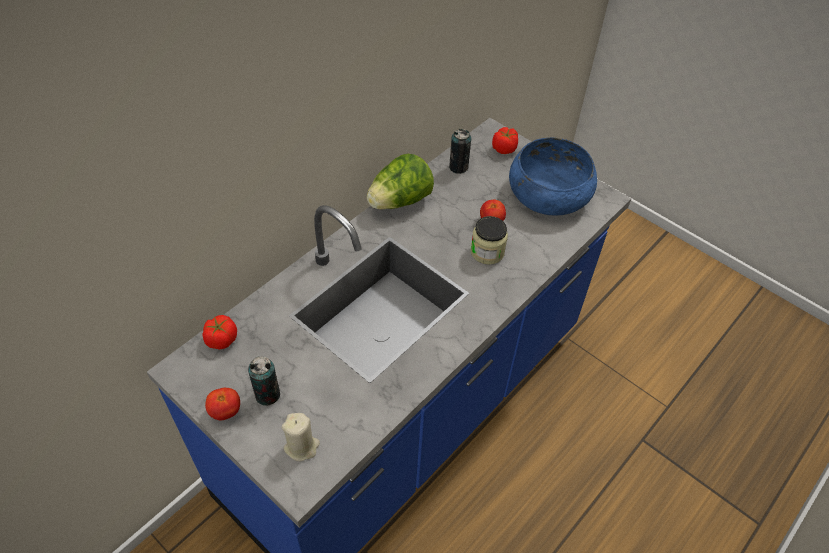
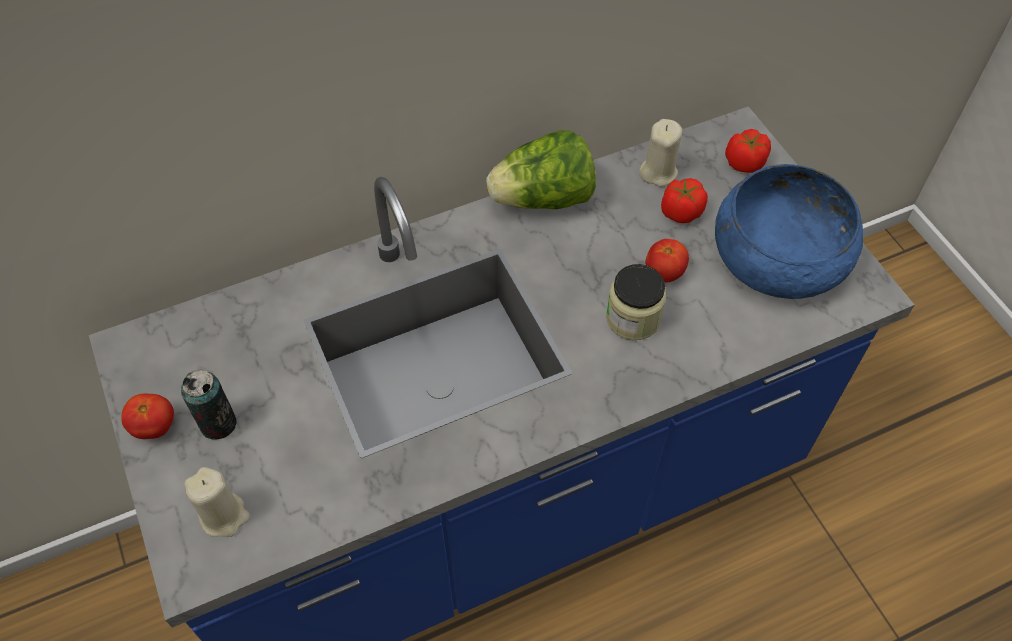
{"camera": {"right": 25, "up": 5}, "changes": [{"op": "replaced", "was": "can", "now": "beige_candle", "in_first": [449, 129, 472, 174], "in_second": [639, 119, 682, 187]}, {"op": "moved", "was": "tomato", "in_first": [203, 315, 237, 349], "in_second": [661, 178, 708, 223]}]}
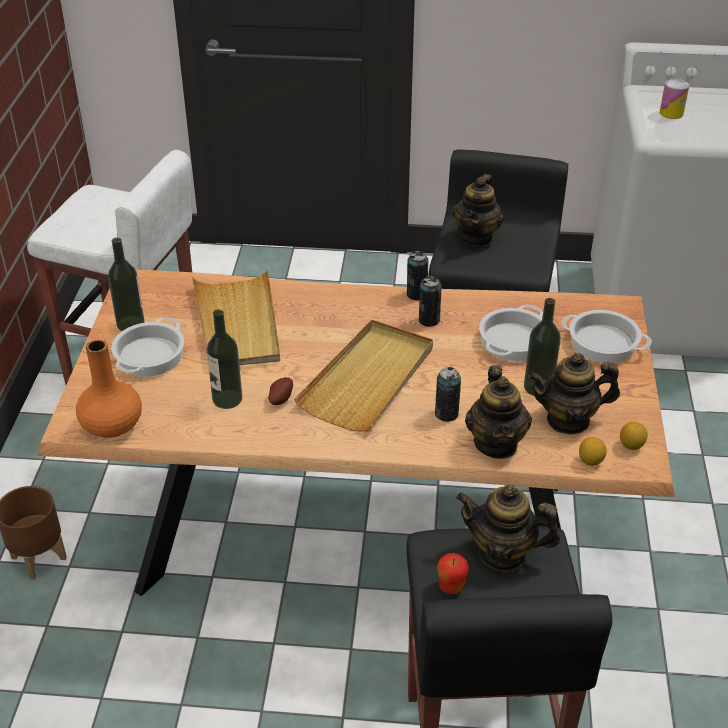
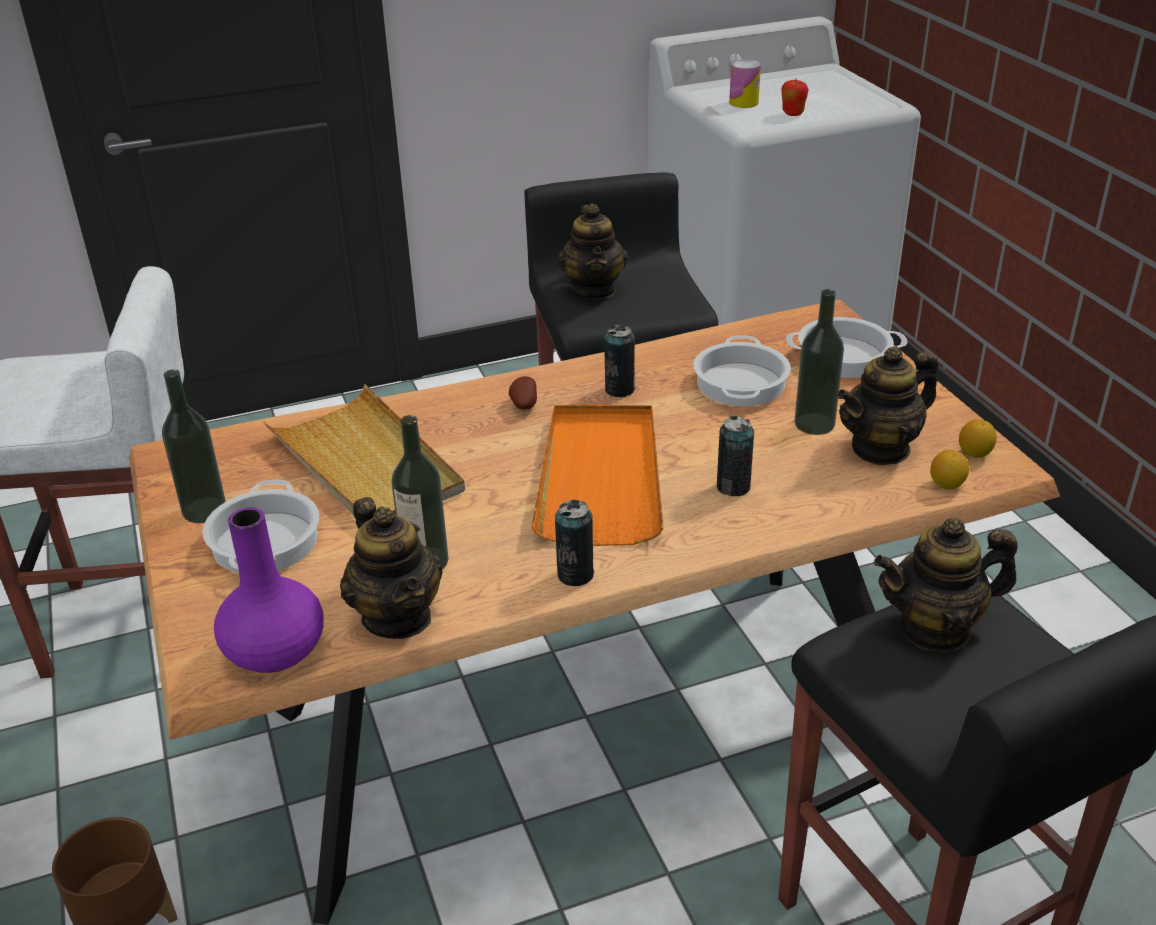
{"camera": {"right": -25, "up": -5}, "changes": [{"op": "moved", "was": "can", "in_first": [407, 251, 429, 301], "in_second": [555, 500, 594, 586]}, {"op": "recoloured", "was": "beige_tray", "now": "orange_tray", "in_first": [294, 320, 433, 432], "in_second": [531, 405, 663, 546]}, {"op": "recoloured", "was": "orange_vase", "now": "purple_vase", "in_first": [76, 339, 142, 438], "in_second": [214, 508, 324, 673]}, {"op": "moved", "was": "teapot", "in_first": [465, 365, 532, 459], "in_second": [340, 497, 443, 639]}, {"op": "moved", "was": "potato", "in_first": [268, 377, 293, 405], "in_second": [509, 376, 537, 410]}, {"op": "moved", "was": "apple", "in_first": [437, 553, 469, 594], "in_second": [782, 78, 808, 116]}]}
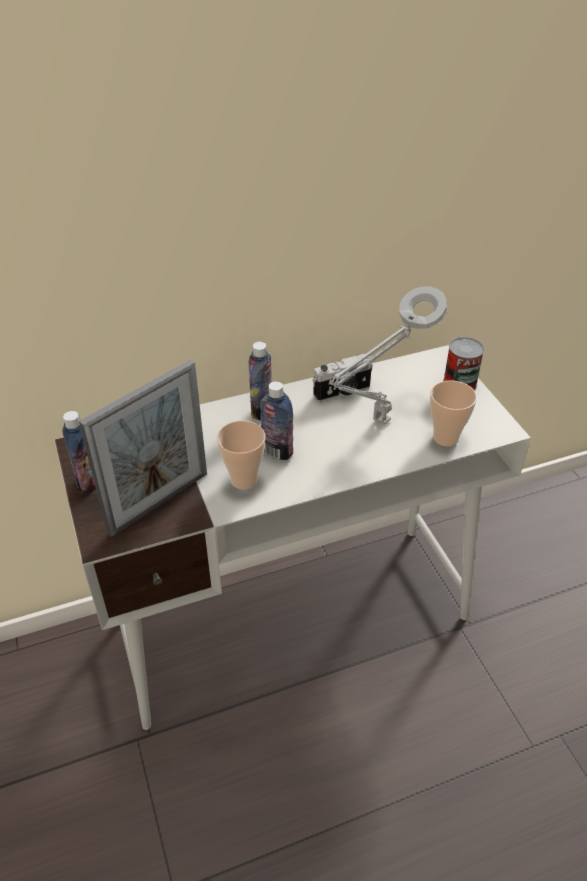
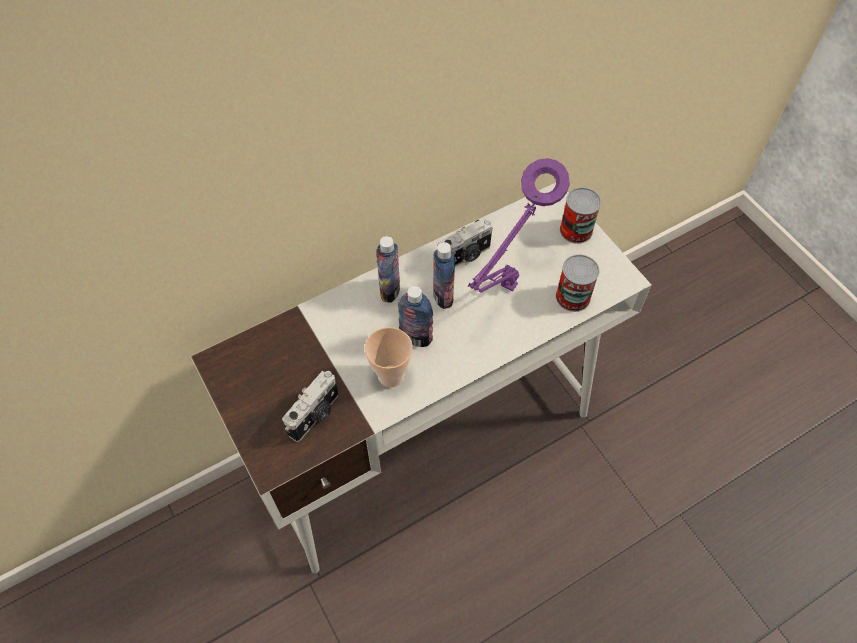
{"camera": {"right": -10, "up": 15}, "changes": [{"op": "recoloured", "was": "grey_table_lamp", "now": "purple_table_lamp", "in_first": [329, 286, 447, 425], "in_second": [468, 158, 570, 293]}, {"op": "replaced", "was": "picture_frame", "now": "photo_camera", "in_first": [79, 360, 207, 537], "in_second": [282, 371, 338, 442]}, {"op": "replaced", "was": "cup", "now": "can", "in_first": [430, 380, 477, 446], "in_second": [556, 254, 599, 312]}, {"op": "moved", "was": "bottle", "in_first": [62, 411, 96, 494], "in_second": [433, 242, 455, 309]}]}
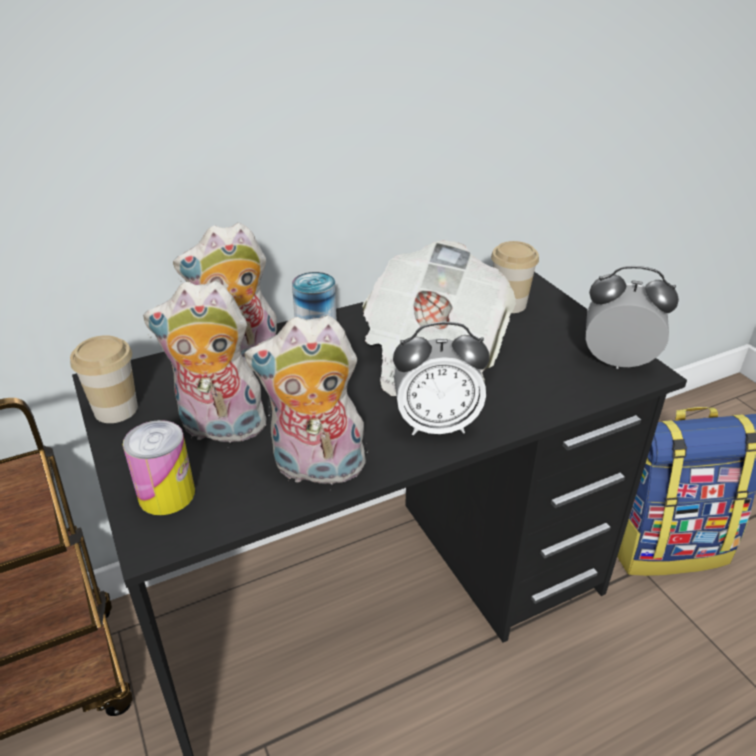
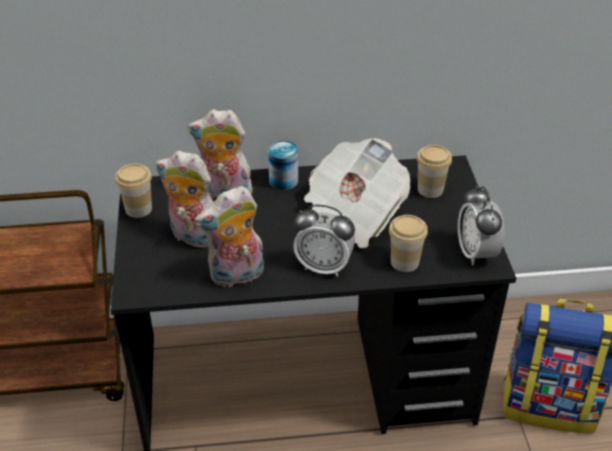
{"camera": {"right": 20, "up": 5}, "changes": [{"op": "turned", "was": "alarm_clock", "in_first": [585, 266, 679, 369], "in_second": [458, 186, 504, 266], "clockwise": -135}, {"op": "turned", "was": "plush_toy", "in_first": [245, 315, 371, 485], "in_second": [194, 186, 264, 287], "clockwise": -45}, {"op": "removed", "was": "can", "in_first": [123, 420, 195, 515]}, {"op": "added", "now": "cup", "in_second": [389, 215, 428, 272]}]}
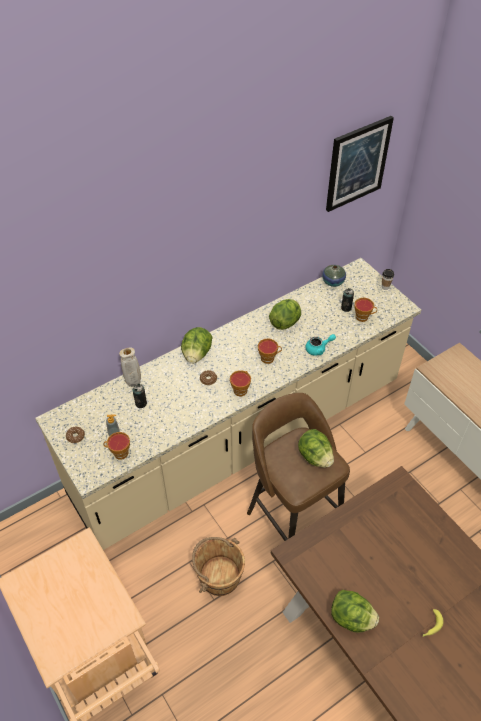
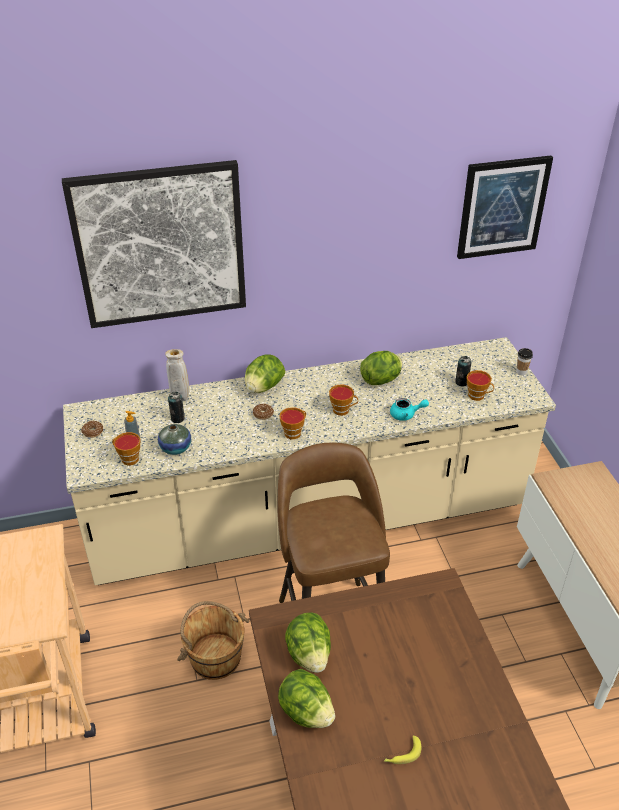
{"camera": {"right": 20, "up": -10}, "changes": [{"op": "moved", "was": "vase", "in_first": [322, 265, 346, 287], "in_second": [158, 424, 191, 455]}, {"op": "moved", "was": "lettuce", "in_first": [298, 429, 334, 468], "in_second": [285, 612, 331, 673]}, {"op": "added", "now": "picture", "in_second": [62, 160, 246, 328]}]}
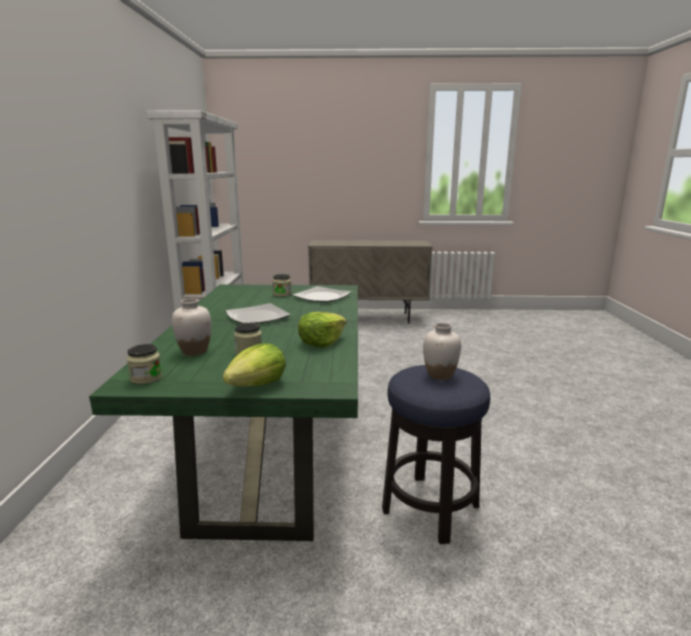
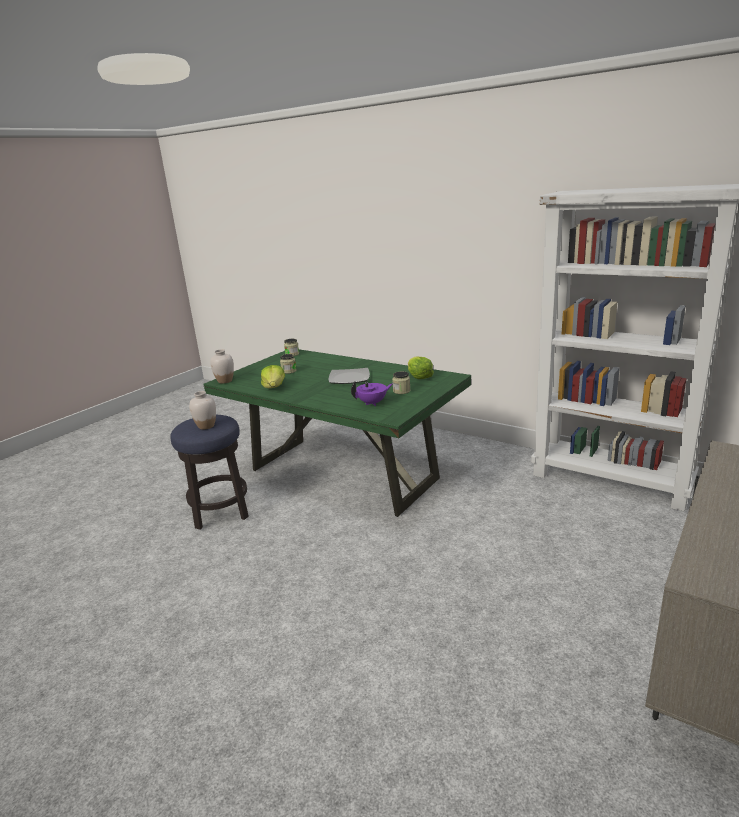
{"camera": {"right": 125, "up": 5}, "changes": [{"op": "replaced", "was": "plate", "now": "purple_teapot", "in_first": [292, 286, 351, 302], "in_second": [351, 381, 393, 406]}, {"op": "moved", "was": "white_vase", "in_first": [172, 298, 212, 356], "in_second": [210, 349, 234, 384]}, {"op": "moved", "was": "lettuce", "in_first": [223, 343, 286, 387], "in_second": [408, 357, 434, 379]}]}
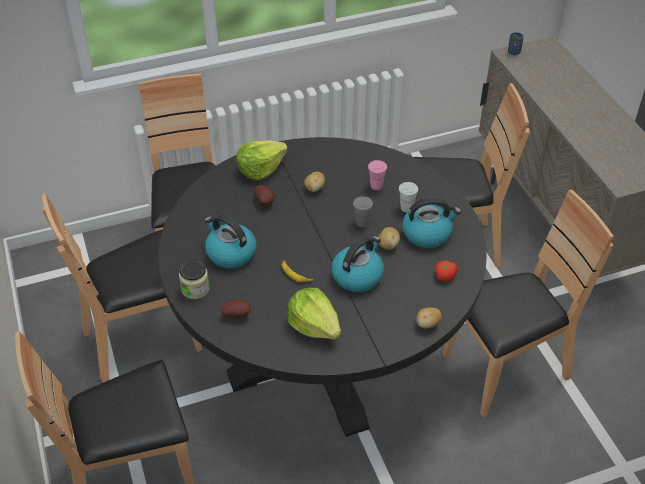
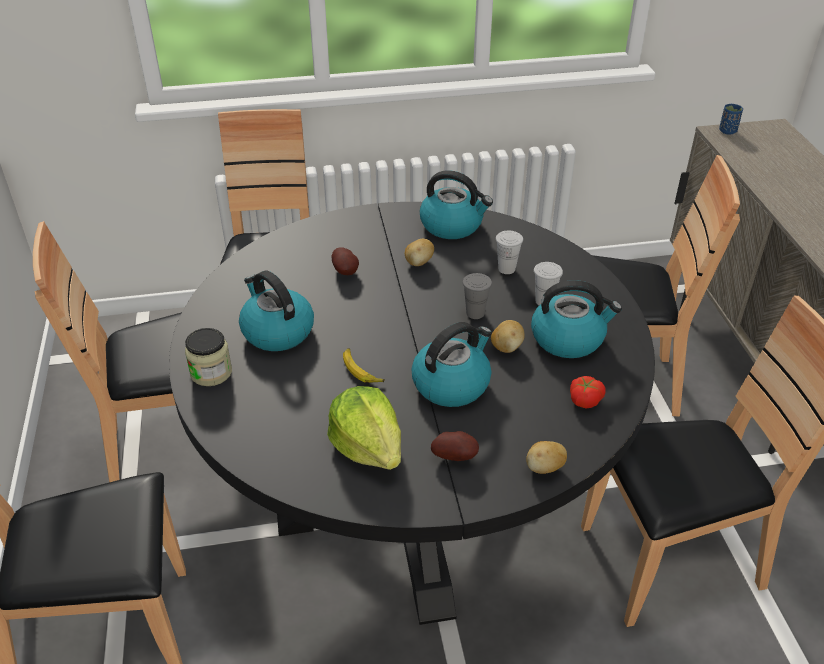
{"camera": {"right": 10, "up": -5}, "changes": [{"op": "removed", "was": "lettuce", "in_first": [236, 140, 288, 181]}, {"op": "recoloured", "was": "pink_cup", "now": "white_cup", "in_first": [368, 160, 387, 190], "in_second": [496, 231, 523, 274]}, {"op": "moved", "was": "potato", "in_first": [221, 299, 251, 318], "in_second": [431, 431, 479, 461]}, {"op": "added", "now": "kettle", "in_second": [420, 170, 493, 239]}]}
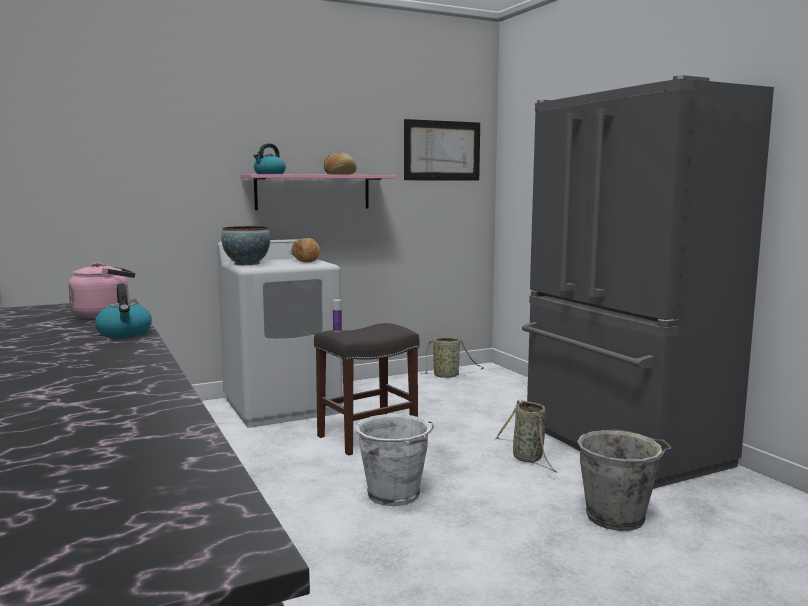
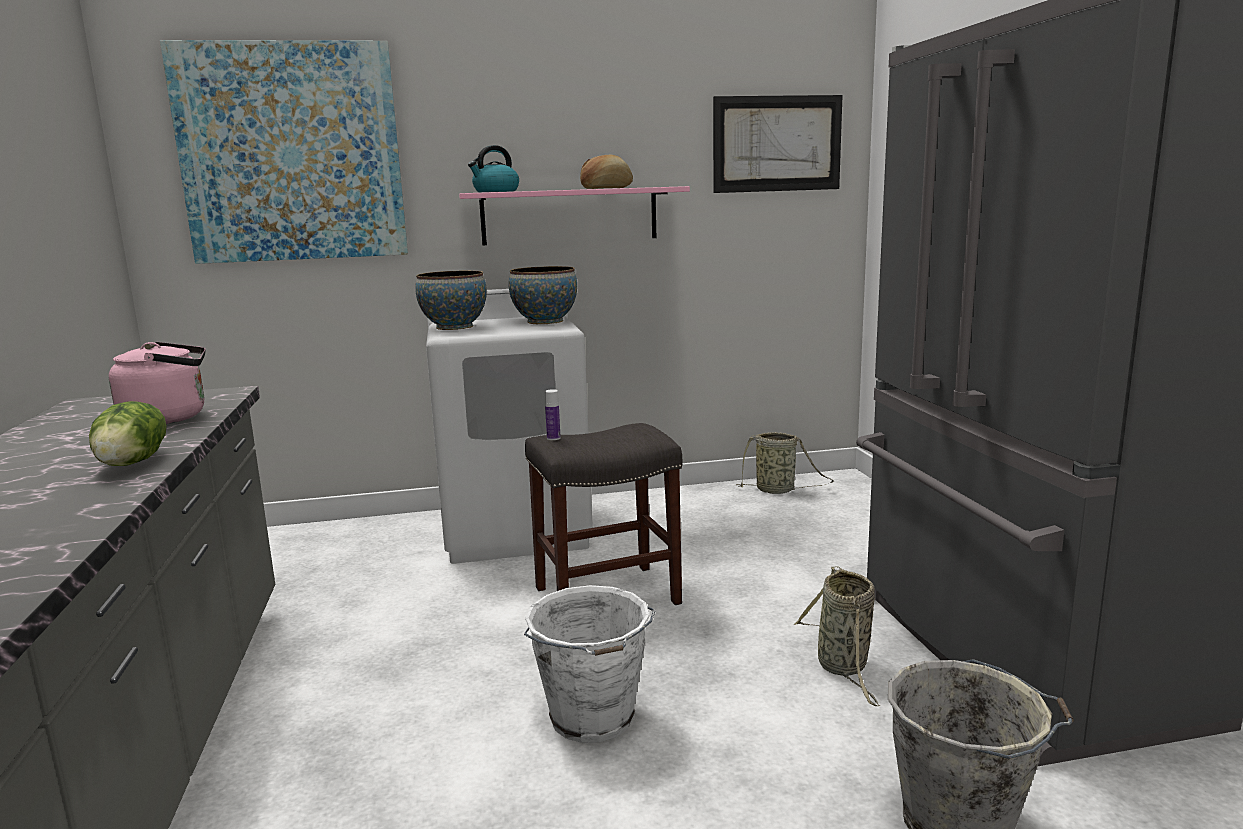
{"camera": {"right": 15, "up": 5}, "changes": [{"op": "replaced", "was": "bread", "now": "bowl", "in_first": [291, 238, 320, 263], "in_second": [509, 266, 577, 324]}, {"op": "replaced", "was": "kettle", "now": "lettuce", "in_first": [95, 284, 152, 338], "in_second": [89, 401, 167, 466]}, {"op": "added", "now": "picture", "in_second": [160, 40, 408, 264]}]}
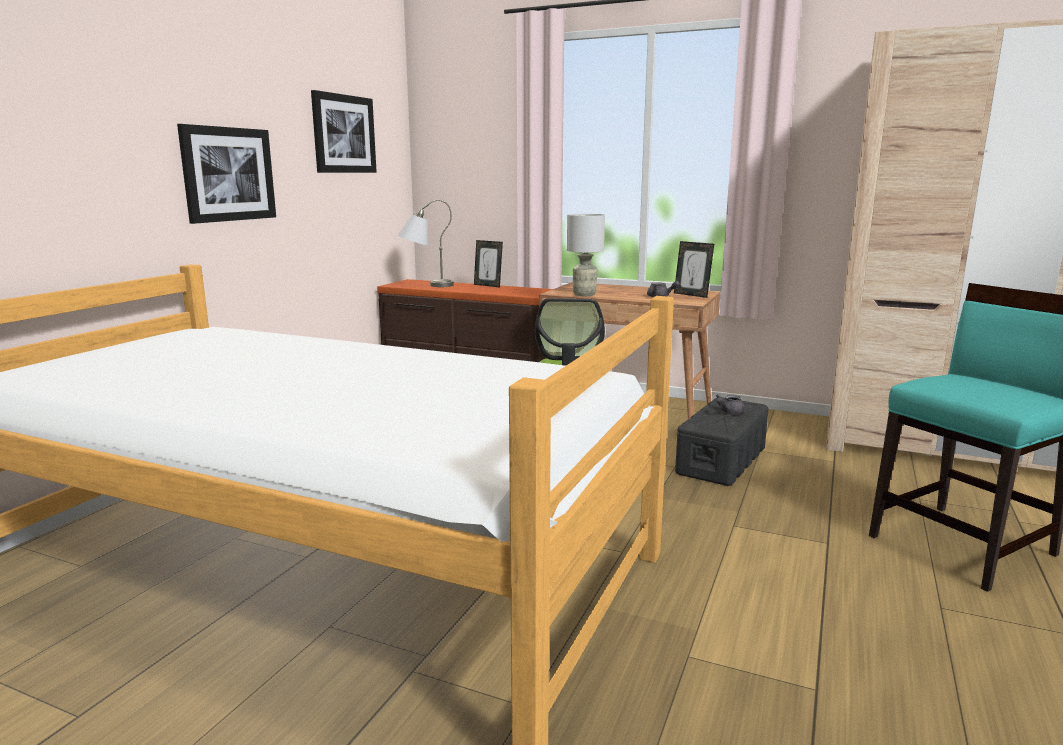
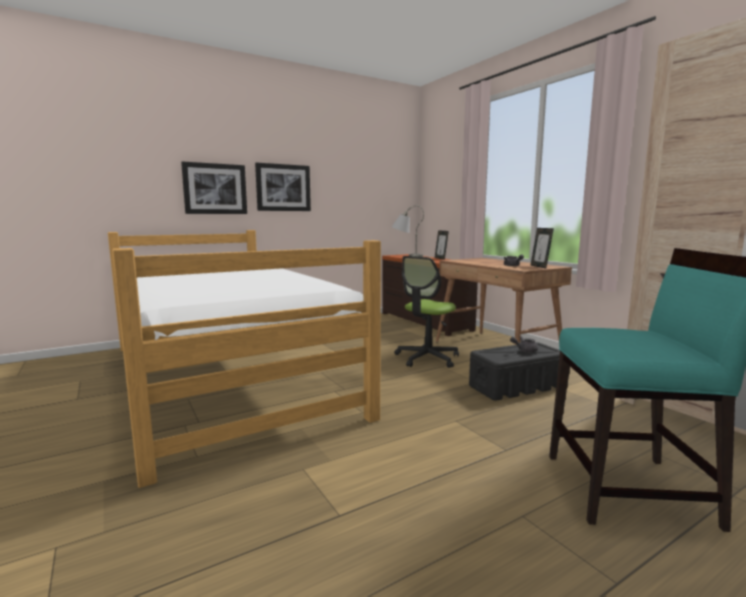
{"camera": {"right": 35, "up": -5}, "changes": [{"op": "moved", "was": "picture", "in_first": [311, 90, 377, 173], "in_second": [181, 161, 247, 214]}, {"op": "removed", "was": "grey_table_lamp", "in_first": [567, 214, 605, 296]}]}
